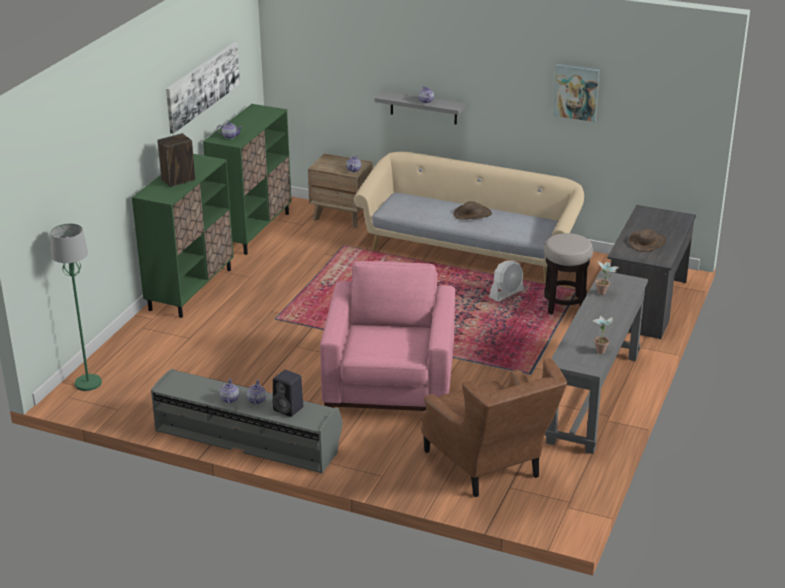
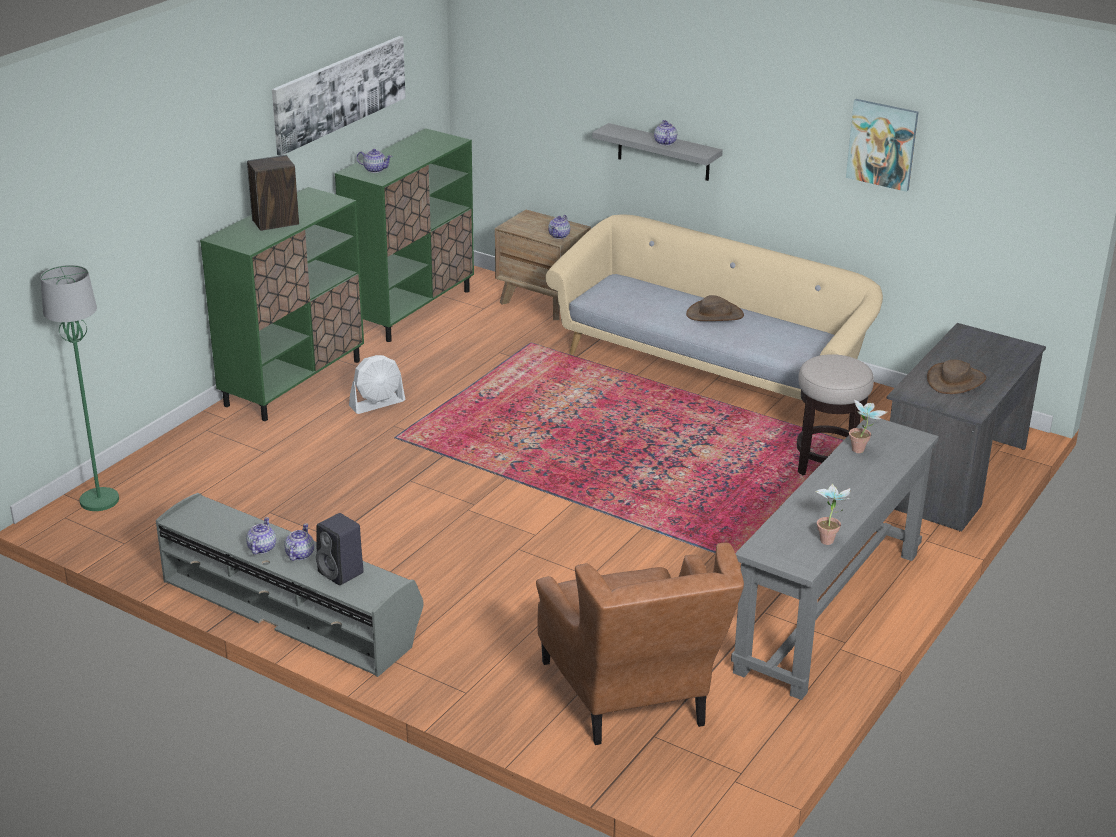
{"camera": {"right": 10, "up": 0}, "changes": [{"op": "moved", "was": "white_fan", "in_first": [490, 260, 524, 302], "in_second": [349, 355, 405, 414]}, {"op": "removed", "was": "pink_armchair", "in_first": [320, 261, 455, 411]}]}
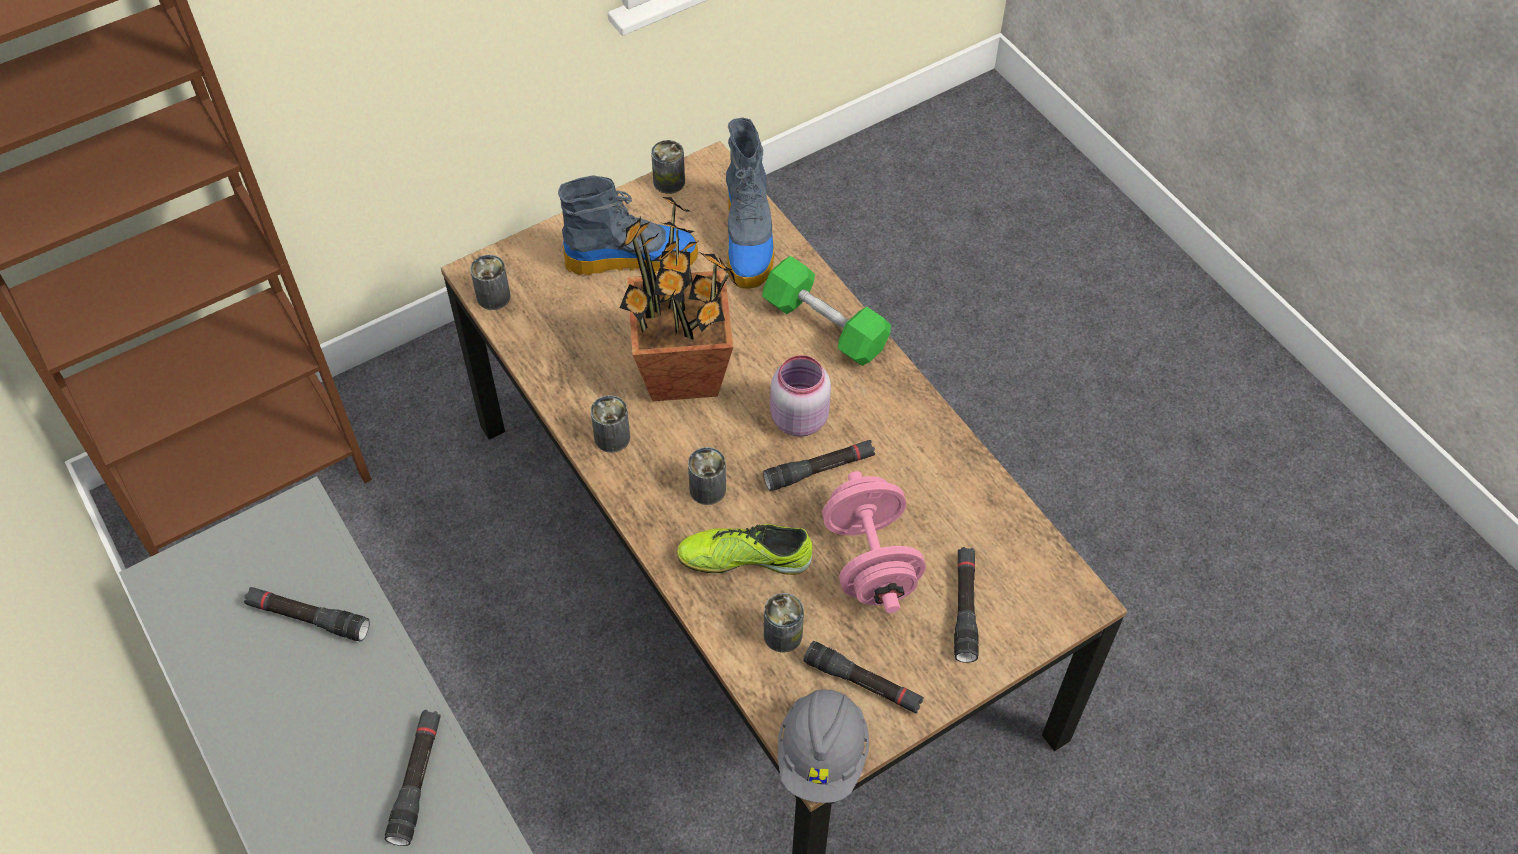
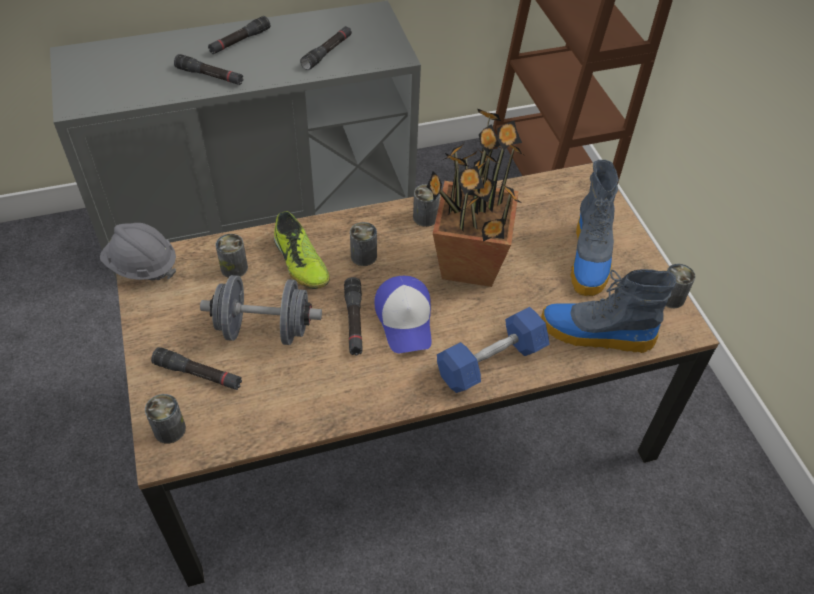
{"camera": {"right": 105, "up": -5}, "changes": [{"op": "moved", "was": "can", "in_first": [470, 255, 511, 310], "in_second": [145, 394, 186, 444]}, {"op": "recoloured", "was": "green_dumbbell", "now": "blue_dumbbell", "in_first": [762, 256, 891, 366], "in_second": [437, 307, 550, 393]}, {"op": "replaced", "was": "pink_jar", "now": "cap", "in_first": [770, 355, 831, 437], "in_second": [374, 276, 431, 353]}, {"op": "recoloured", "was": "pink_dumbbell", "now": "grey_dumbbell", "in_first": [822, 471, 926, 613], "in_second": [200, 275, 322, 345]}, {"op": "turned", "was": "shoe", "in_first": [677, 524, 812, 575], "in_second": [274, 211, 330, 289], "clockwise": 135}, {"op": "moved", "was": "black_flashlight", "in_first": [803, 641, 924, 713], "in_second": [208, 16, 270, 54]}]}
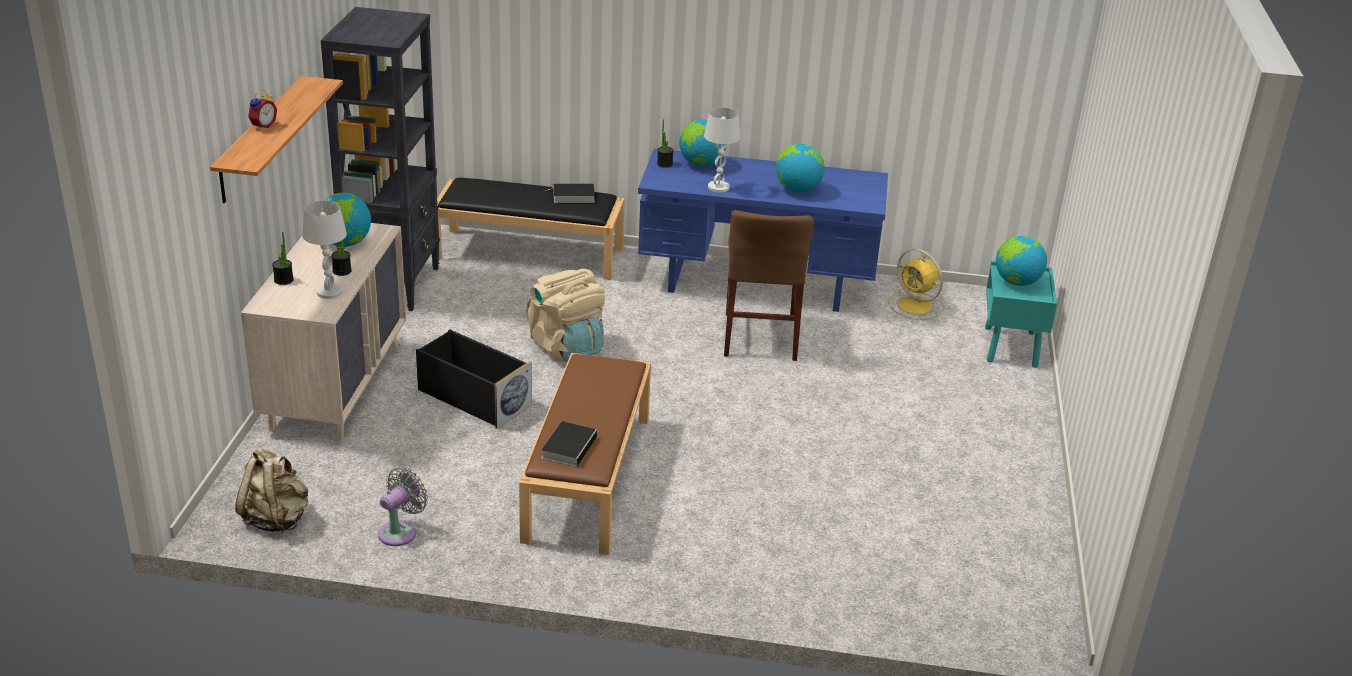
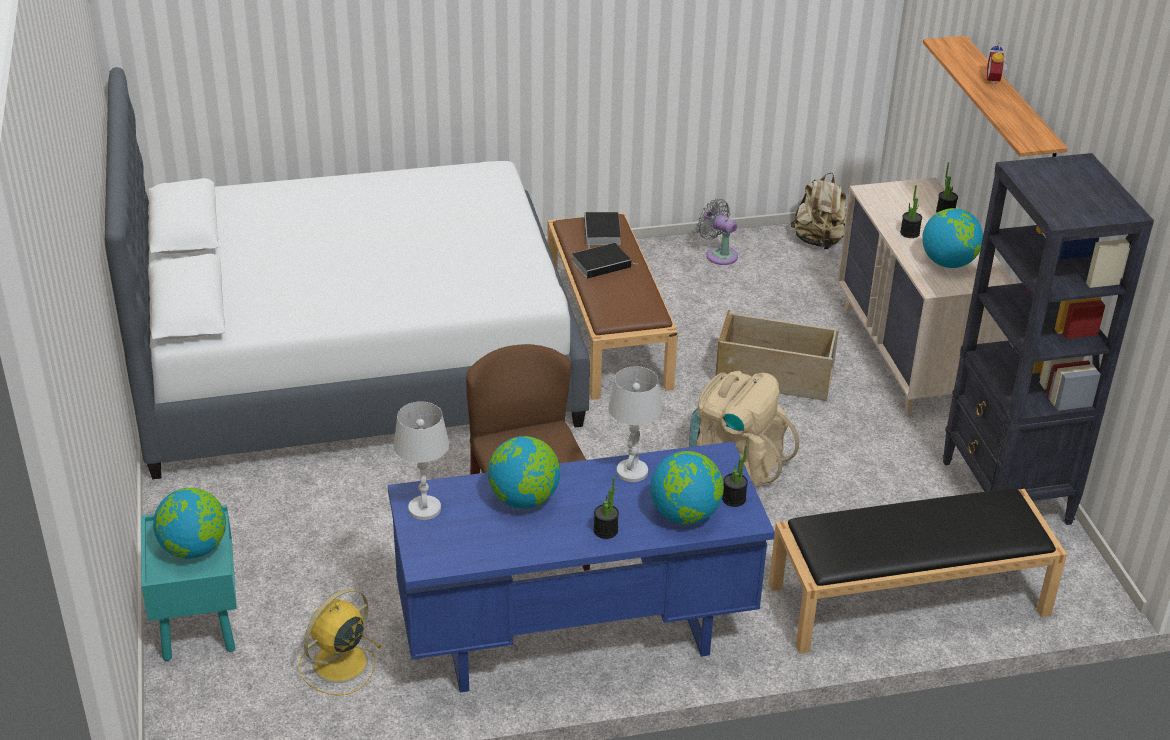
{"camera": {"right": 160, "up": 5}, "changes": [{"op": "moved", "was": "book", "in_first": [546, 183, 595, 203], "in_second": [572, 243, 633, 279]}, {"op": "moved", "was": "white_table_lamp", "in_first": [303, 201, 347, 299], "in_second": [394, 402, 449, 520]}, {"op": "turned", "was": "yellow_fan", "in_first": [888, 249, 944, 320], "in_second": [298, 588, 382, 696], "clockwise": -75}, {"op": "recoloured", "was": "black_storage_box", "now": "beige_storage_box", "in_first": [416, 330, 532, 429], "in_second": [715, 310, 839, 401]}, {"op": "turned", "was": "grey_fan", "in_first": [378, 467, 428, 546], "in_second": [698, 199, 738, 265], "clockwise": 120}, {"op": "added", "now": "white_bed", "in_second": [105, 67, 590, 479]}, {"op": "added", "now": "potted_plant", "in_second": [593, 477, 619, 539]}]}
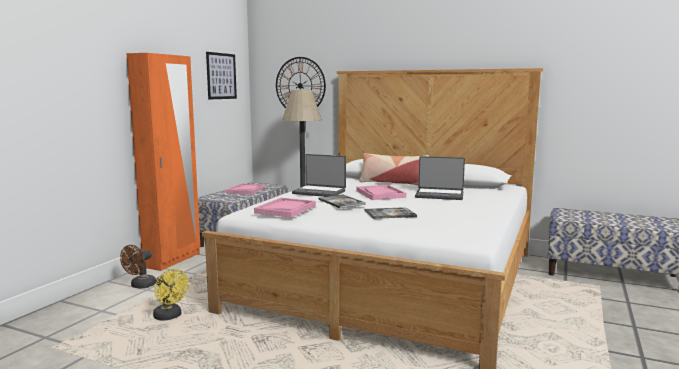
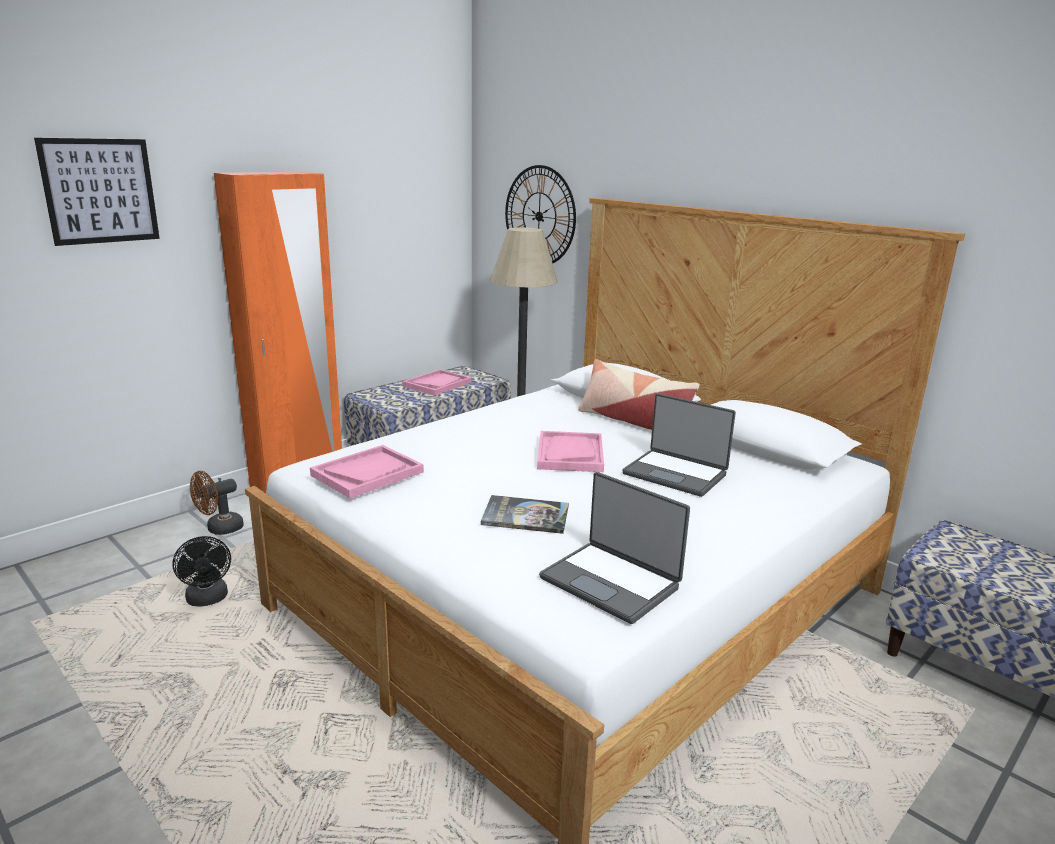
{"camera": {"right": 20, "up": 10}, "changes": [{"op": "moved", "was": "picture", "in_first": [206, 52, 237, 99], "in_second": [34, 138, 160, 246]}, {"op": "moved", "was": "laptop", "in_first": [292, 154, 346, 197], "in_second": [539, 472, 690, 624]}, {"op": "removed", "was": "book", "in_first": [318, 195, 366, 208]}, {"op": "recoloured", "was": "yellow_fan", "now": "black_fan", "in_first": [153, 269, 189, 321], "in_second": [172, 536, 231, 607]}]}
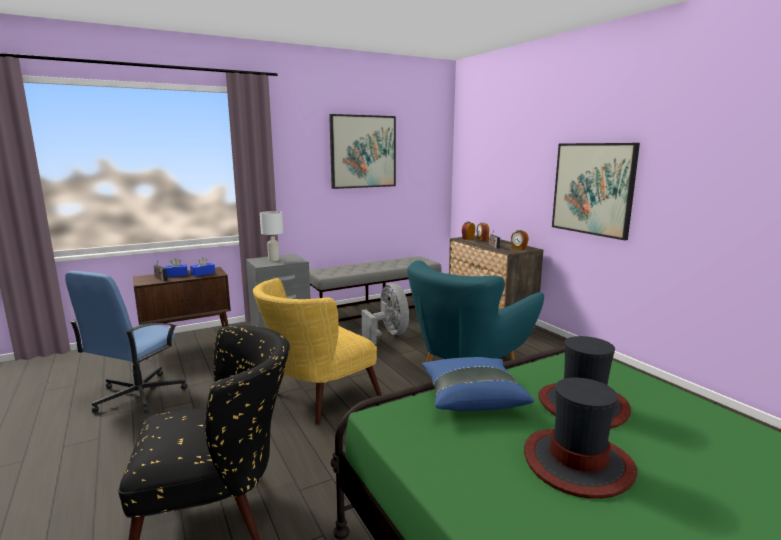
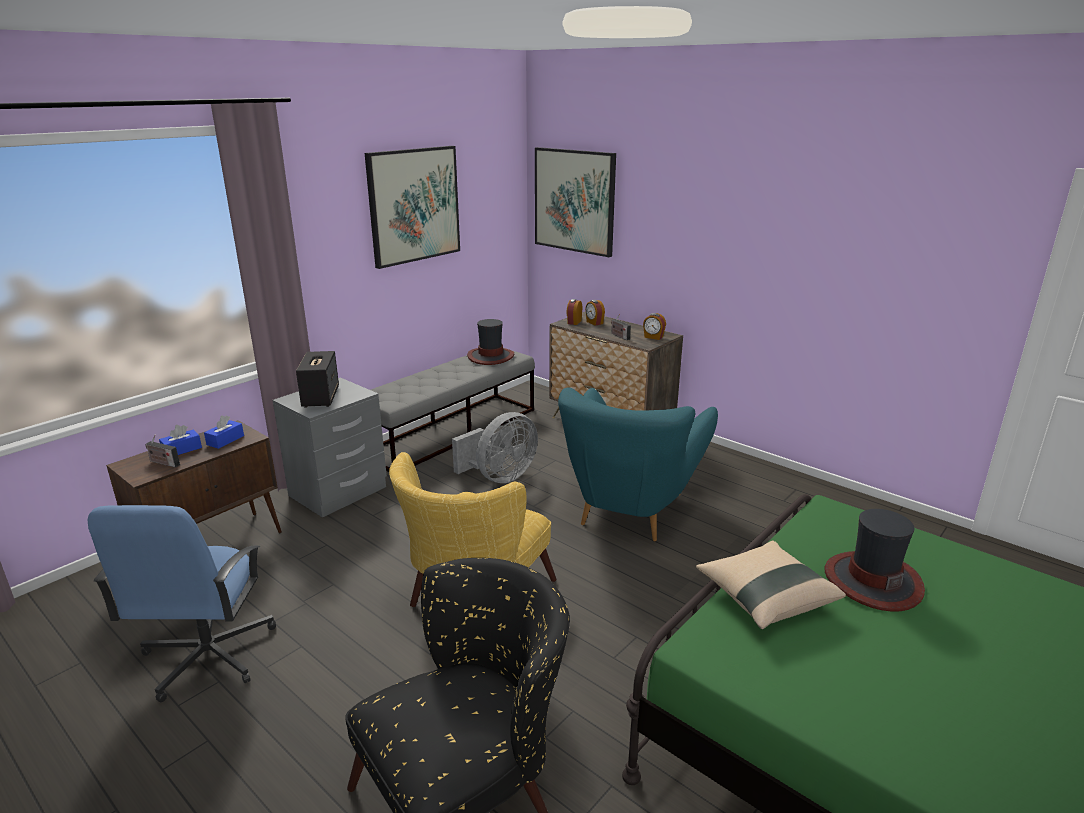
{"camera": {"right": -20, "up": 10}, "changes": [{"op": "moved", "was": "picture", "in_first": [552, 143, 640, 240], "in_second": [535, 147, 616, 257]}, {"op": "replaced", "was": "white_table_lamp", "now": "speaker", "in_first": [260, 211, 283, 261], "in_second": [296, 351, 339, 408]}, {"op": "turned", "was": "grey_fan", "in_first": [362, 283, 409, 345], "in_second": [452, 412, 538, 483], "clockwise": 90}, {"op": "recoloured", "was": "blue_pillow", "now": "beige_pillow", "in_first": [422, 357, 534, 411], "in_second": [696, 541, 846, 629]}, {"op": "moved", "was": "hat", "in_first": [524, 377, 637, 499], "in_second": [467, 319, 514, 365]}]}
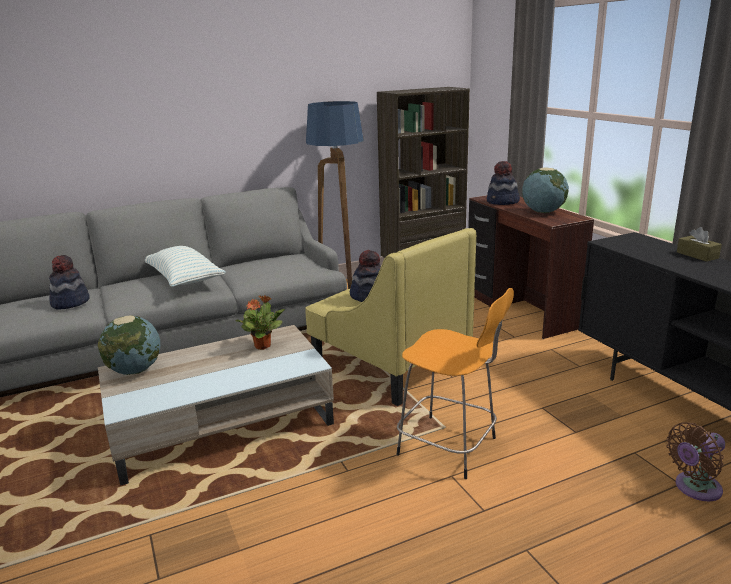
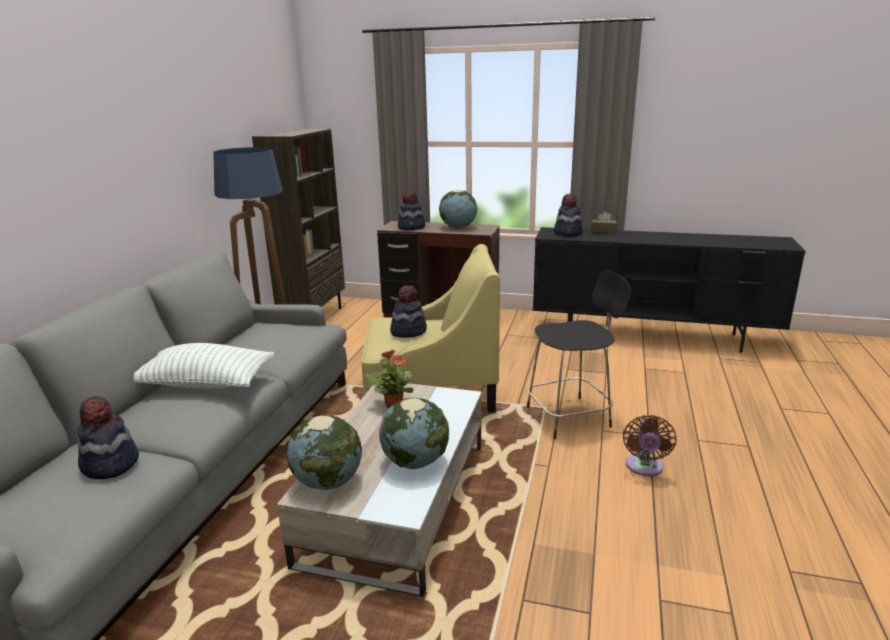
{"camera": {"right": -50, "up": 0}, "changes": [{"op": "recoloured", "was": "orange_stool", "now": "black_stool", "in_first": [396, 288, 514, 479], "in_second": [527, 270, 631, 439]}, {"op": "moved", "was": "brown_fan", "in_first": [667, 422, 725, 501], "in_second": [623, 415, 676, 476]}, {"op": "added", "now": "hat", "in_second": [554, 193, 583, 237]}, {"op": "added", "now": "globe", "in_second": [379, 398, 449, 469]}]}
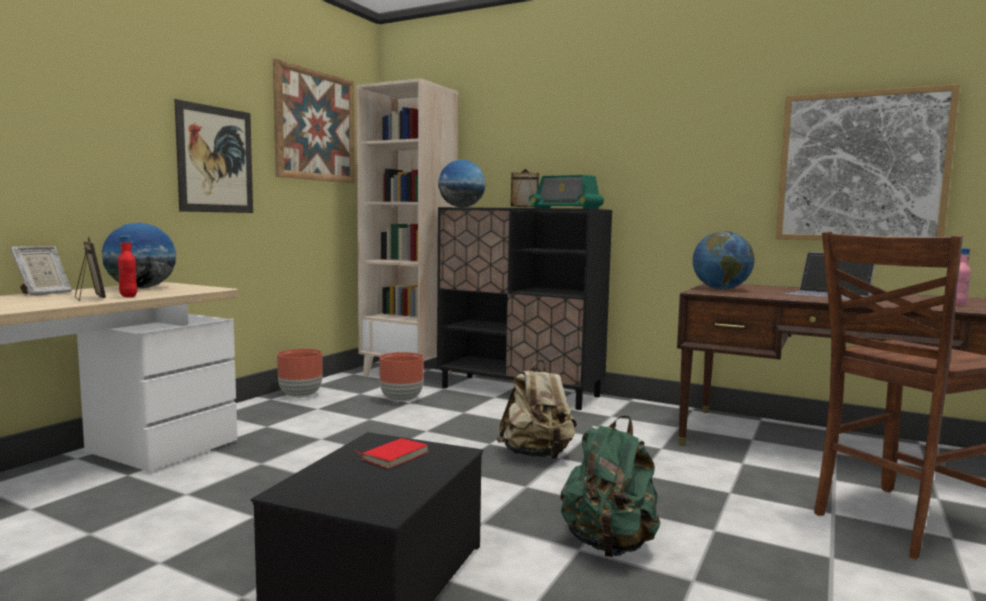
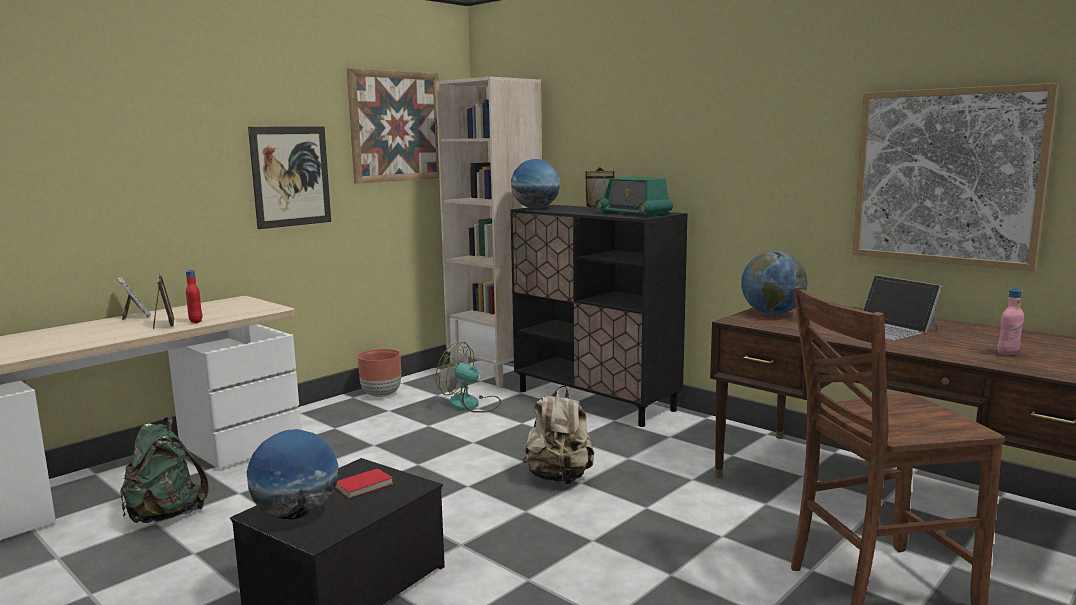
{"camera": {"right": 15, "up": 5}, "changes": [{"op": "moved", "was": "globe", "in_first": [102, 223, 176, 288], "in_second": [247, 429, 339, 520]}, {"op": "turned", "was": "picture_frame", "in_first": [10, 246, 72, 296], "in_second": [117, 277, 151, 320], "clockwise": -75}, {"op": "replaced", "was": "brown_planter", "now": "fan", "in_first": [379, 352, 424, 402], "in_second": [436, 342, 501, 413]}, {"op": "moved", "was": "green_backpack", "in_first": [561, 415, 660, 557], "in_second": [120, 417, 209, 523]}]}
